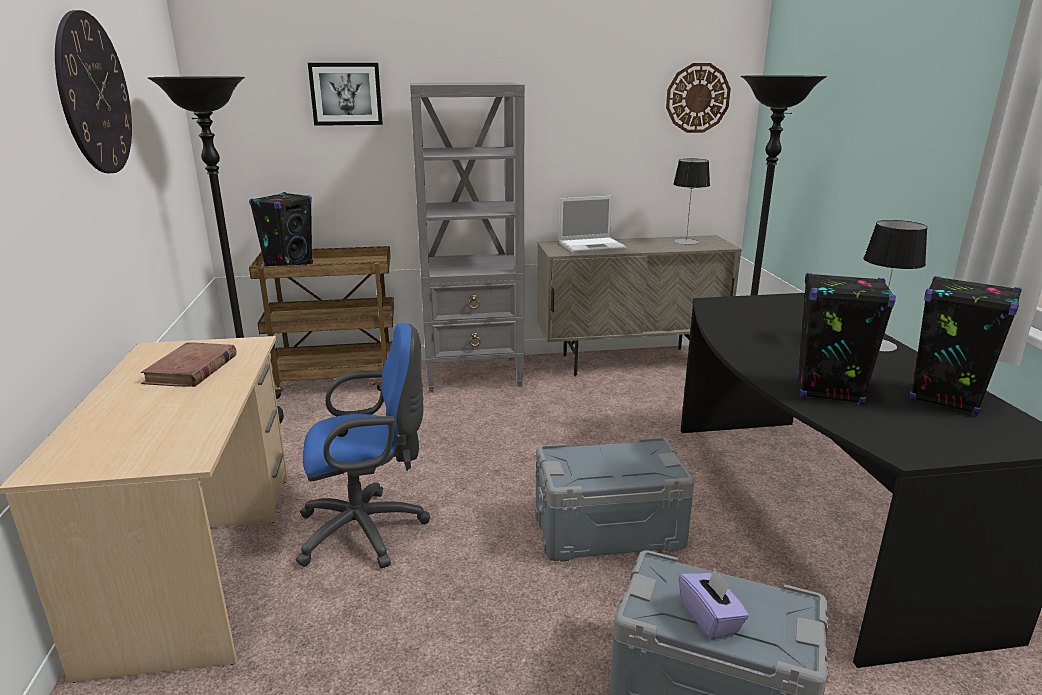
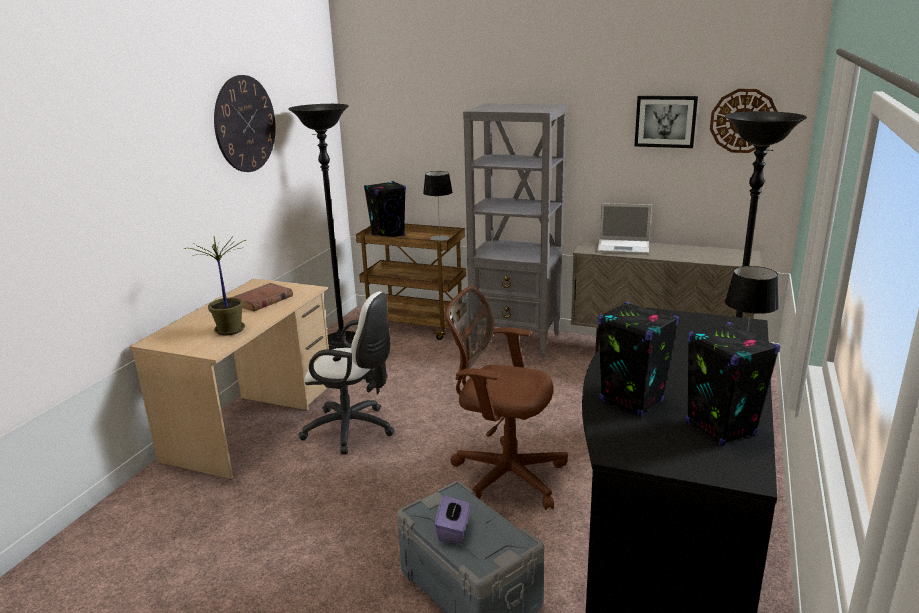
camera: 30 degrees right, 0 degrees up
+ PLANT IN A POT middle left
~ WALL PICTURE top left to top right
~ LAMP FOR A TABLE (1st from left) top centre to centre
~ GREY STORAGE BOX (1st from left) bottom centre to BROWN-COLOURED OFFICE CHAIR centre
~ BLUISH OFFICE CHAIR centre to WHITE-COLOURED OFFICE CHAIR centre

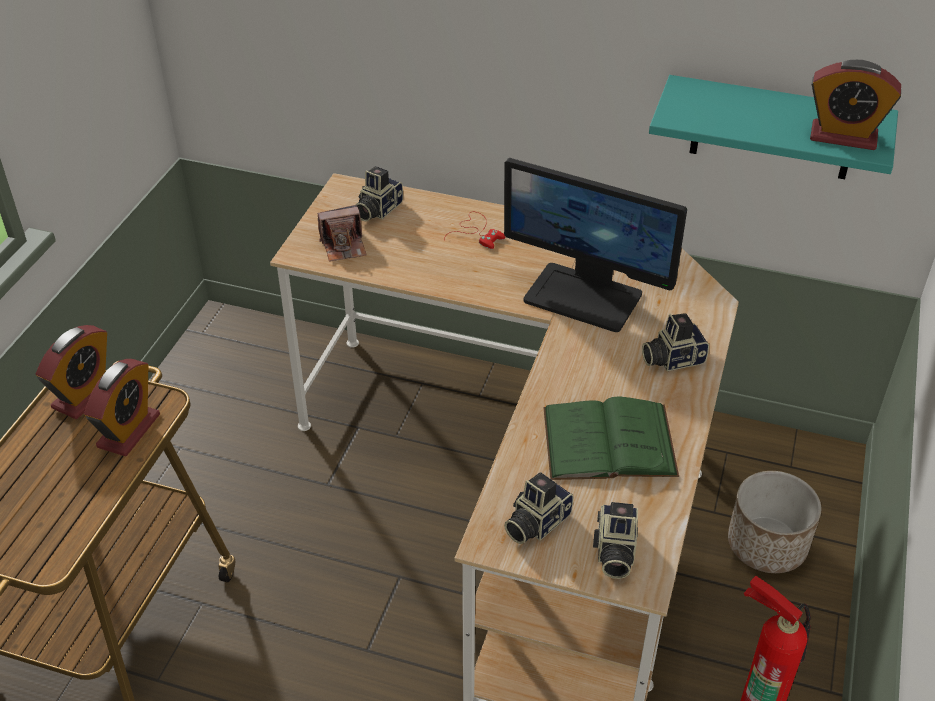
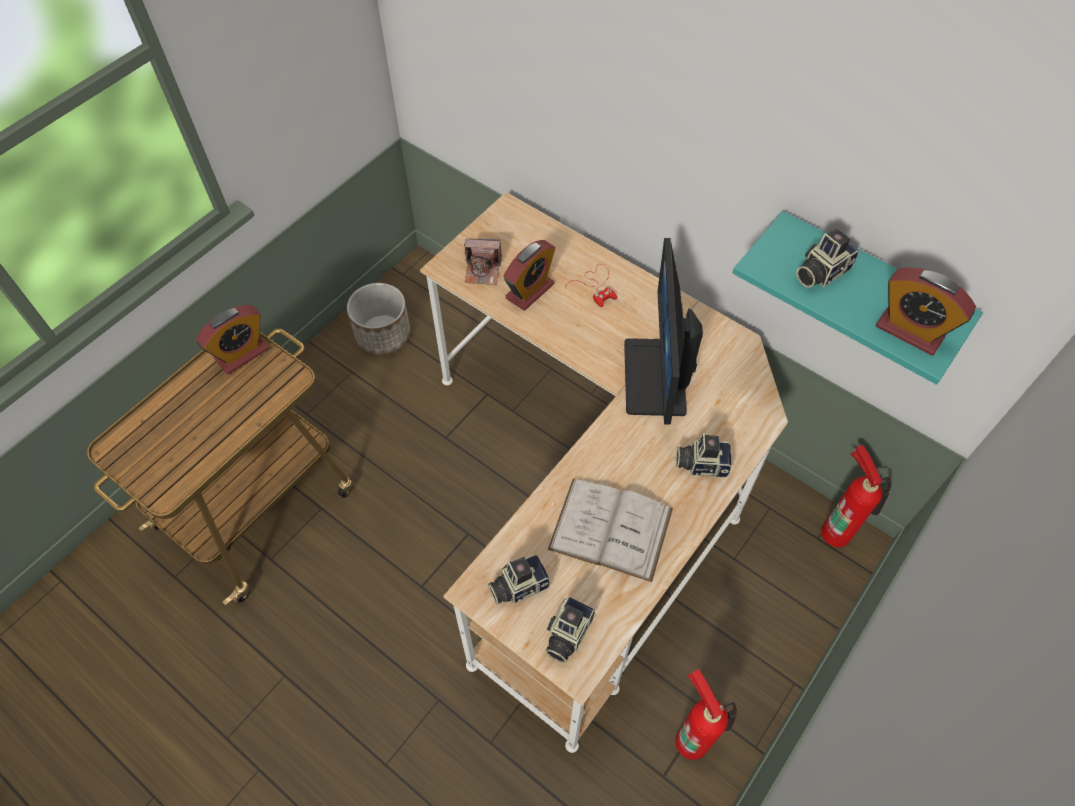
camera: 20 degrees right, 15 degrees up
+ FIRE EXTINGUISHER (2nd from left) middle right
~ BEDSIDE CLOCK (2nd from left) middle left to centre
~ STILL CAMERA (2nd from left in the first image) top centre to STILL CAMERA (5th from left) top right
~ PLANT POT bottom right to centre
~ GREEN VOLUME centre to WHITE-COLOURED VOLUME centre
~ COMPUTER SCREEN centre = centre 45 degrees clockwise

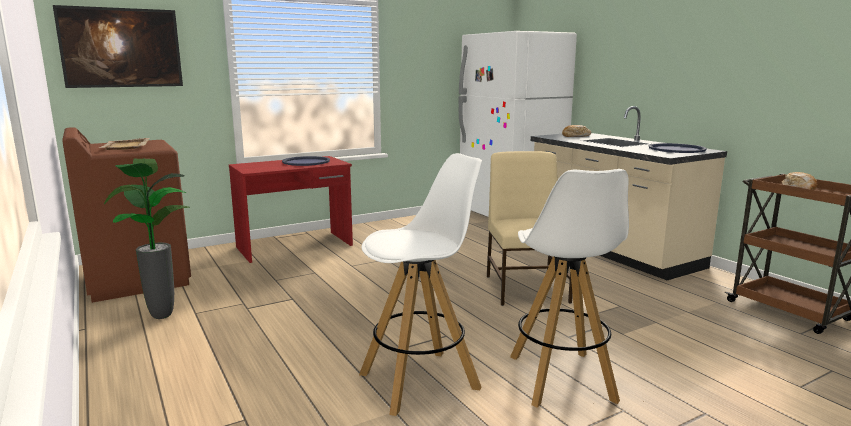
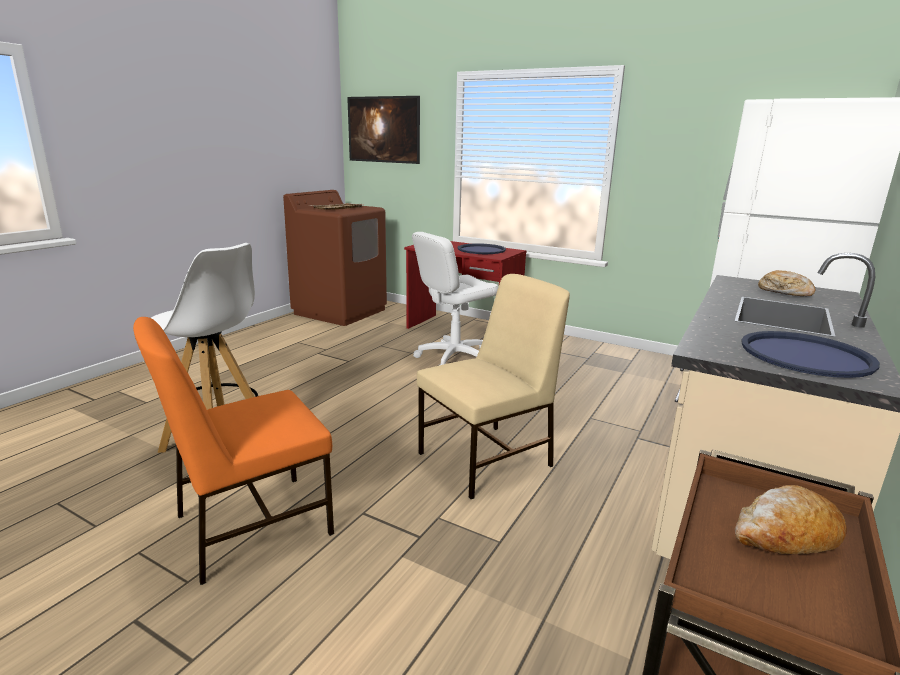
camera: 60 degrees right, 5 degrees up
- PLANT IN A POT middle left
+ WHITE-COLOURED OFFICE CHAIR centre
~ WHITE-COLOURED SITTING STOOL (2nd from left) bottom right to ORANGE-COLOURED PLAIN CHAIR bottom left

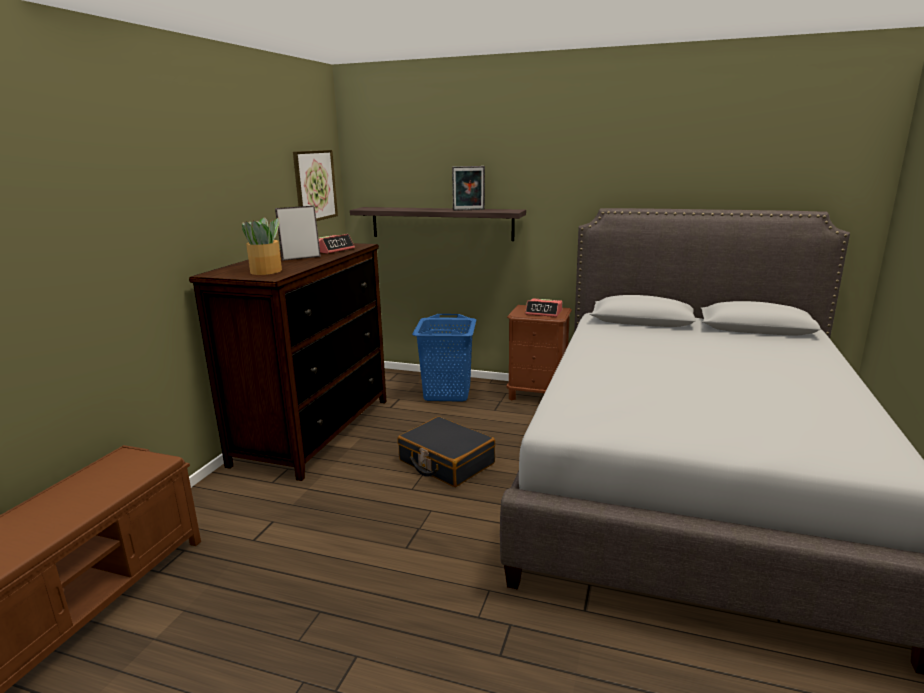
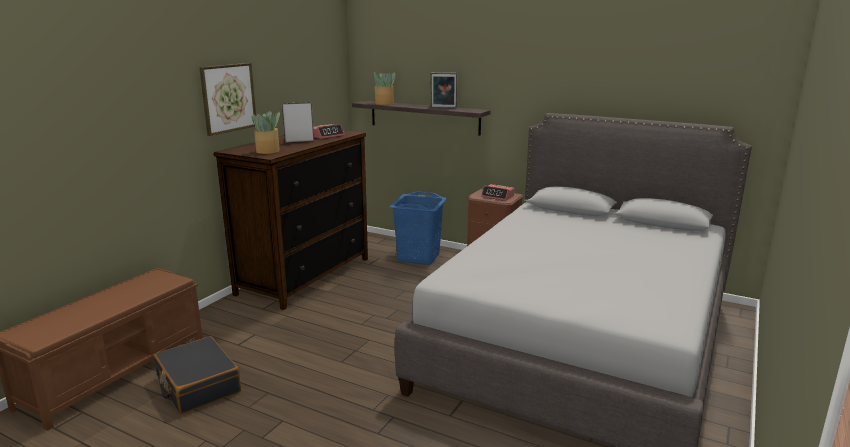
camera: 10 degrees right, 0 degrees up
+ PLANT IN A POT (2nd from left) top centre
~ WALL PICTURE top centre to top left
~ BLACK PIECE OF LUGGAGE centre to bottom left

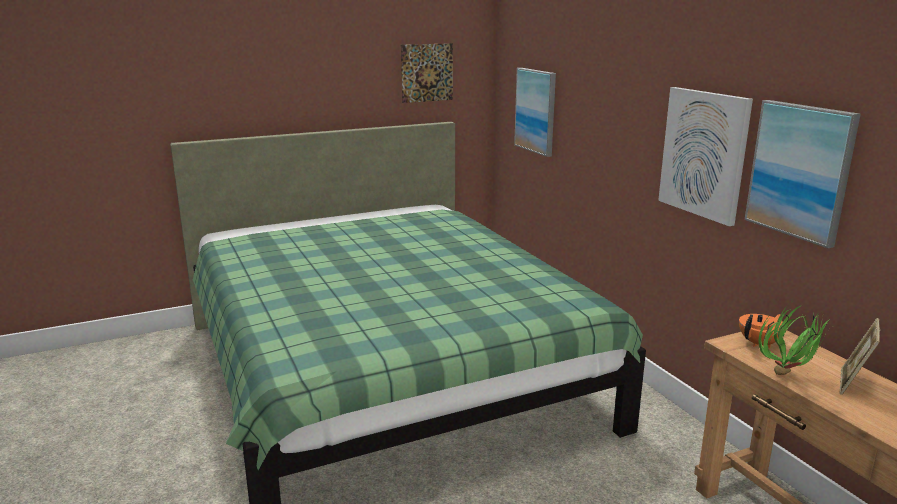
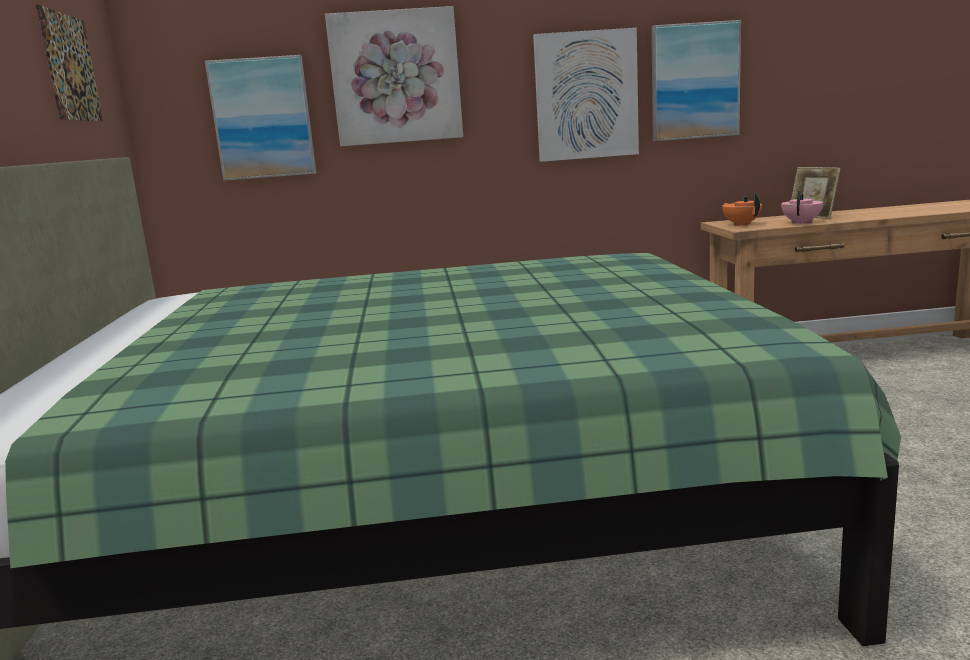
camera: 70 degrees left, 5 degrees down
+ WALL PICTURE (3rd from left) top centre
~ PLANT IN A POT bottom right to PINKISH TEAPOT top right

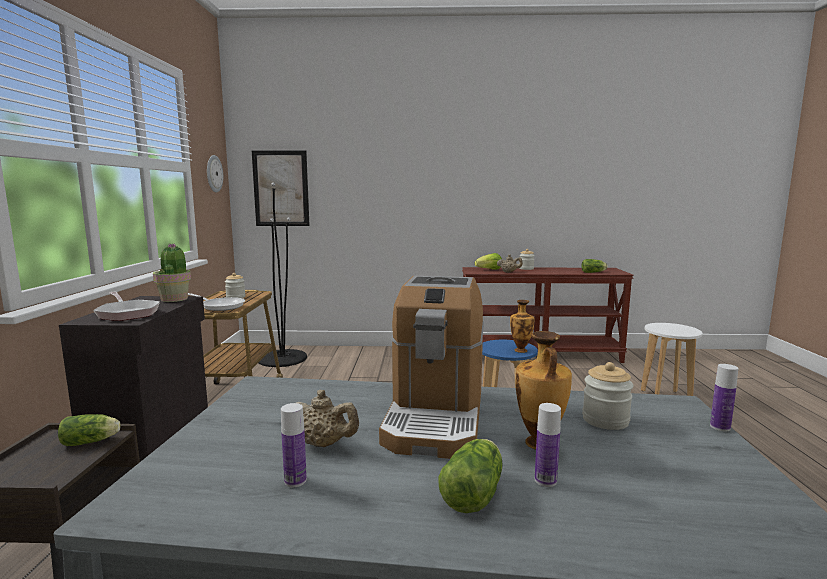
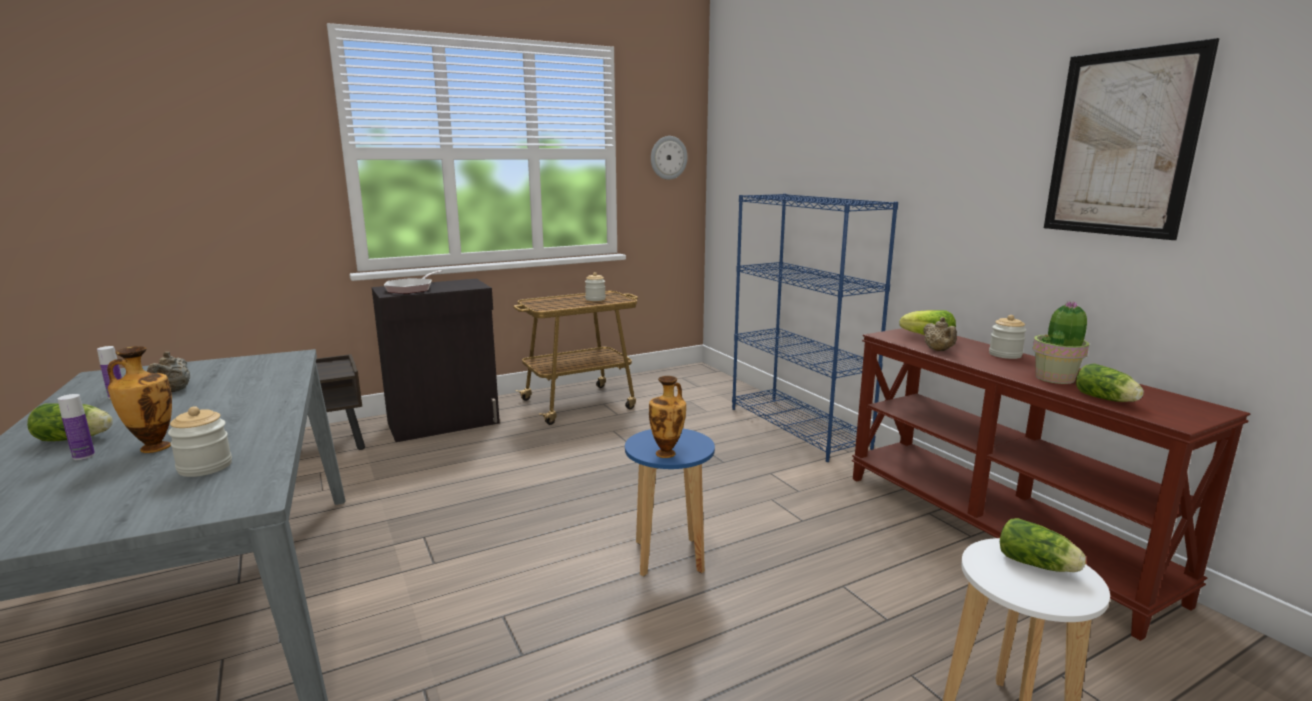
camera: 60 degrees right, 5 degrees up
- SKILLET (2nd from left) middle left
- BLACK FLOOR LAMP centre
- COFFEE MACHINE centre
- BEVERAGE BOTTLE (3rd from left) bottom right
+ BLUISH BOOKCASE centre
~ LETTUCE HEAD (1st from left in the first image) bottom left to LETTUCE HEAD (3rd from left) bottom right
~ PLANT IN A POT middle left to middle right
~ WALL PICTURE top centre to top right

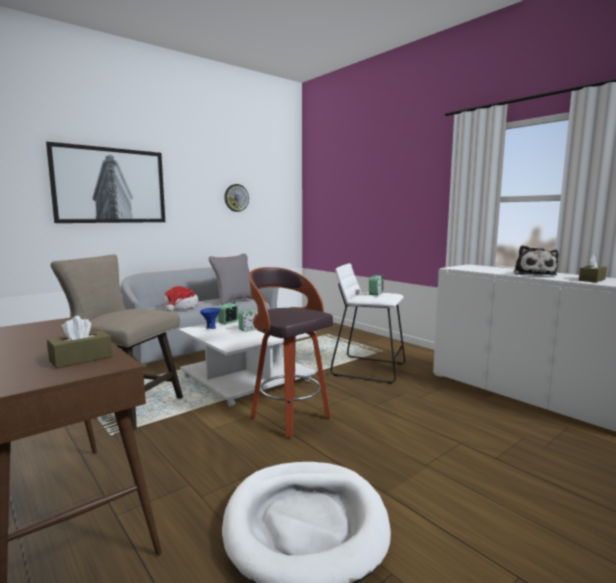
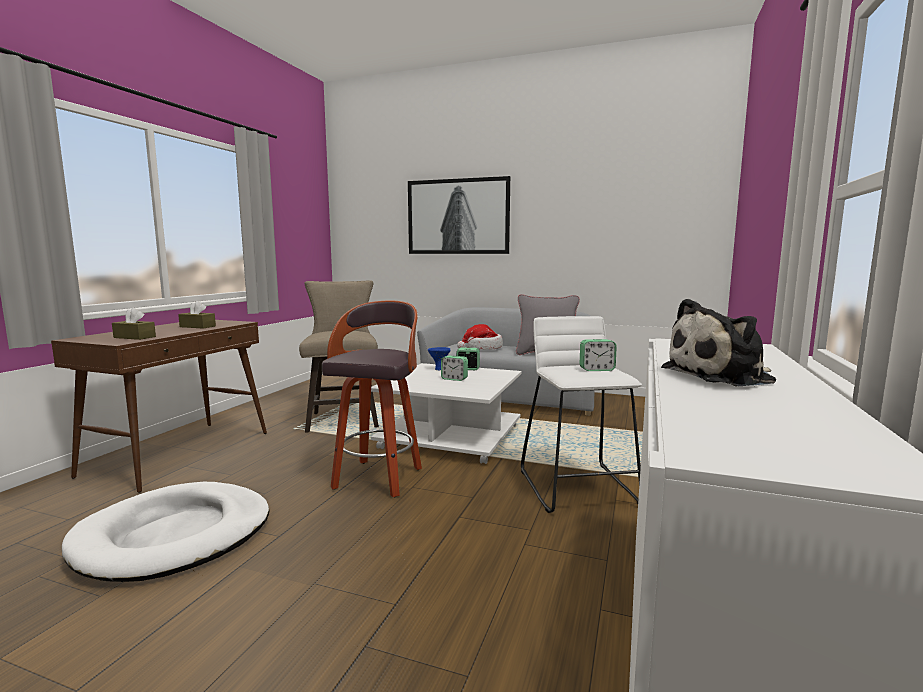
camera: 60 degrees right, 0 degrees up
- CLOCK ON THE WALL centre
~ BROWN-COLOURED TISSUE BOX (2nd from left) middle right to middle left

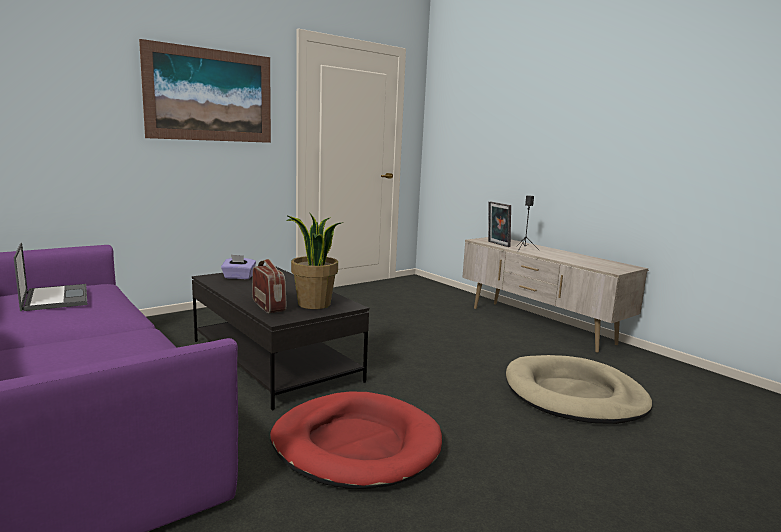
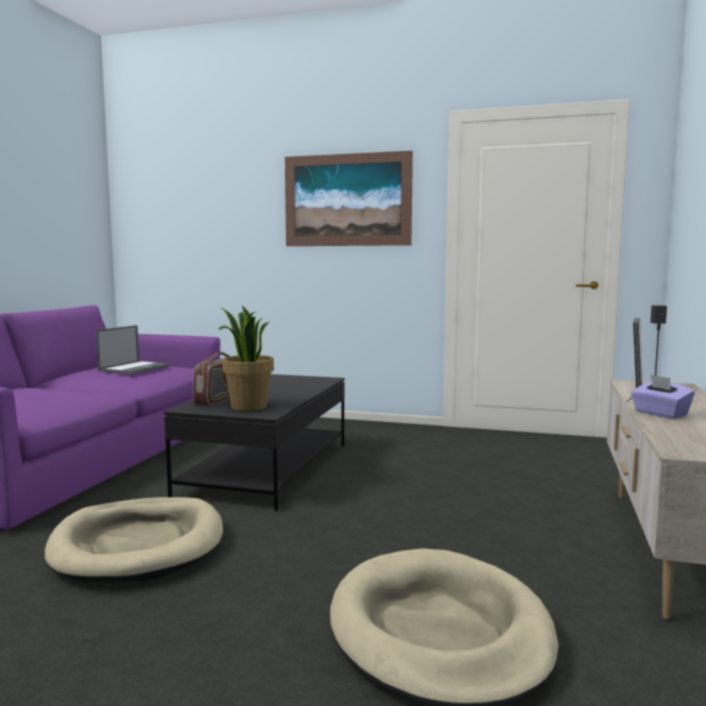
camera: 55 degrees right, 5 degrees down
~ PURPLISH TISSUE BOX middle left to middle right
~ RED PET BED bottom centre to SAND-COLOURED PET BED (1st from left) bottom left

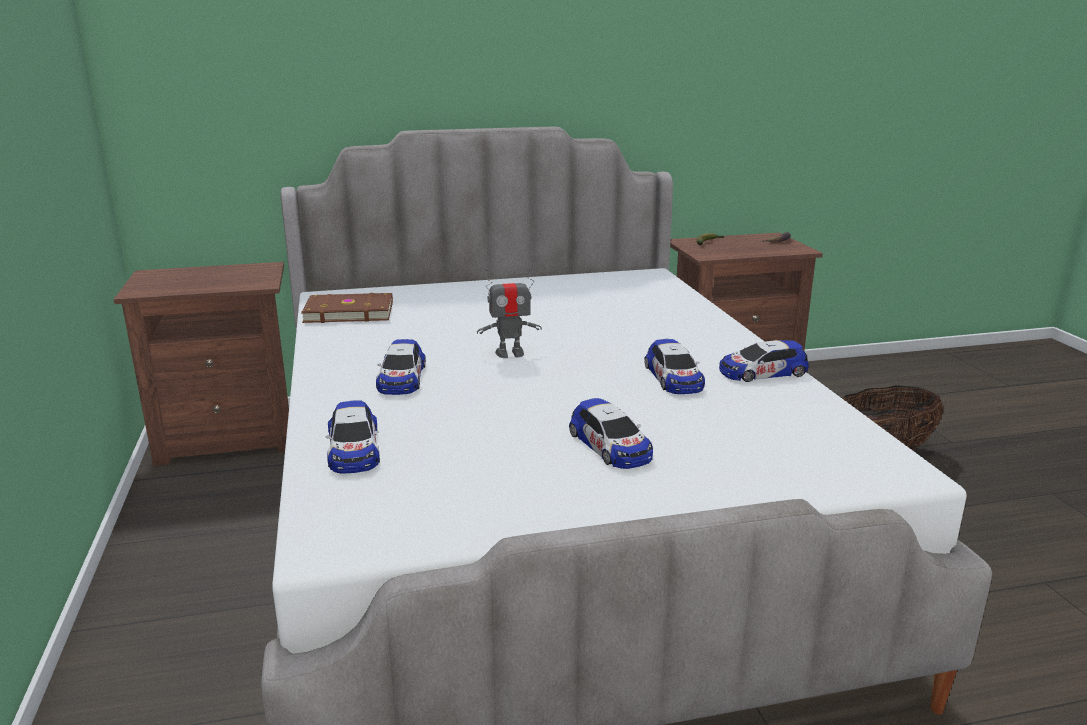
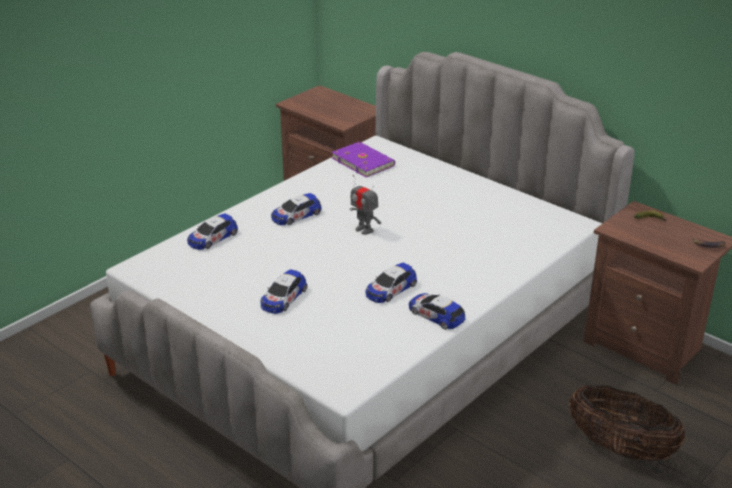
camera: 55 degrees right, 10 degrees up
~ BROWN-COLOURED VOLUME middle left to PURPLISH VOLUME top centre

